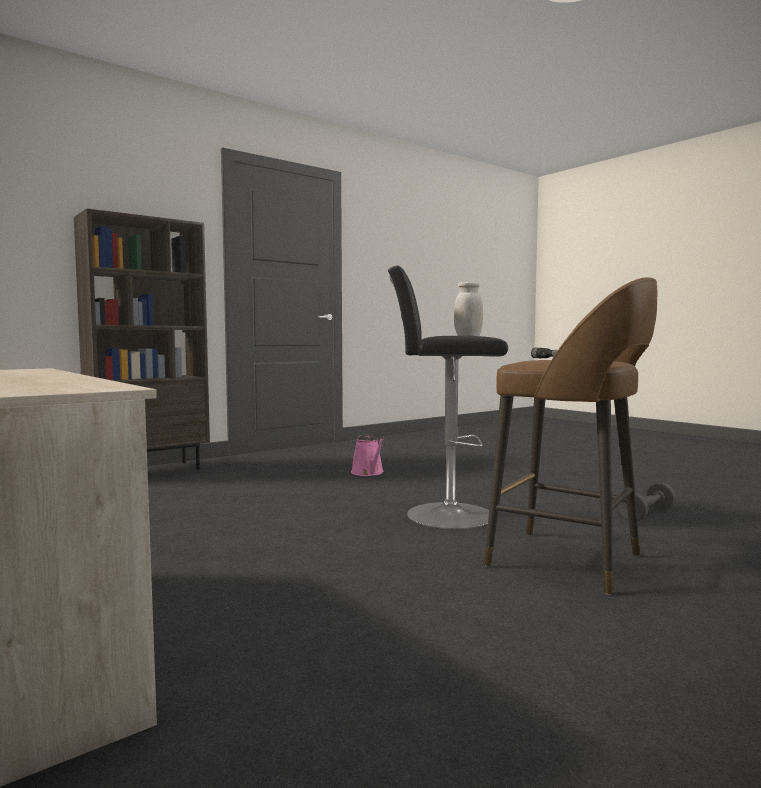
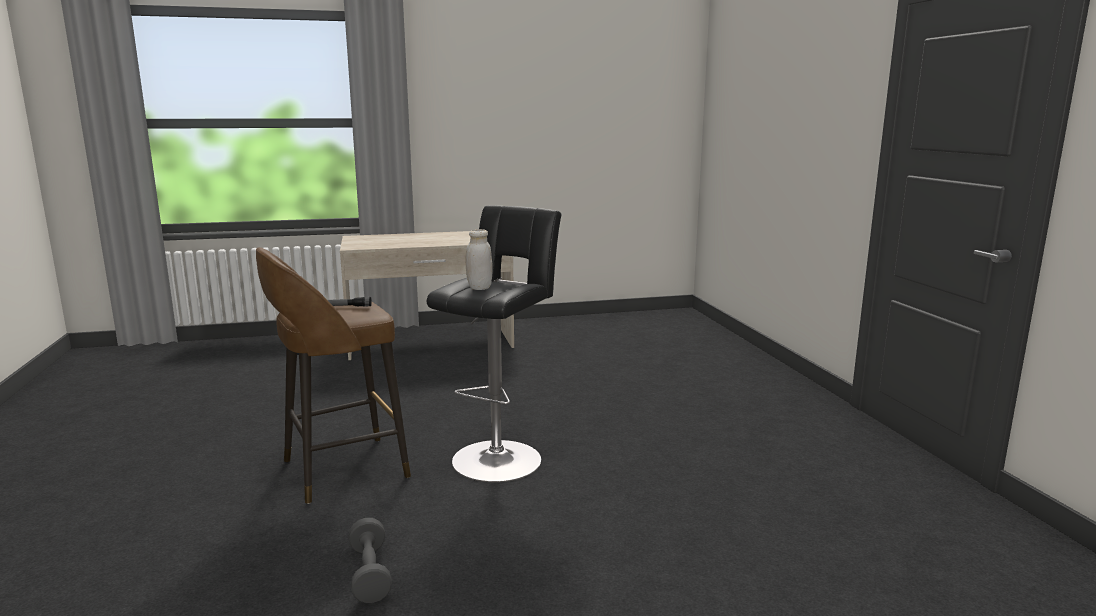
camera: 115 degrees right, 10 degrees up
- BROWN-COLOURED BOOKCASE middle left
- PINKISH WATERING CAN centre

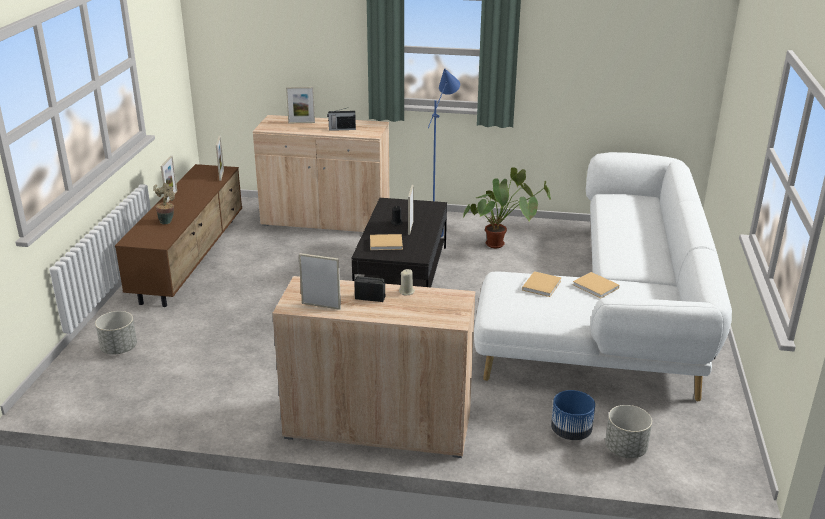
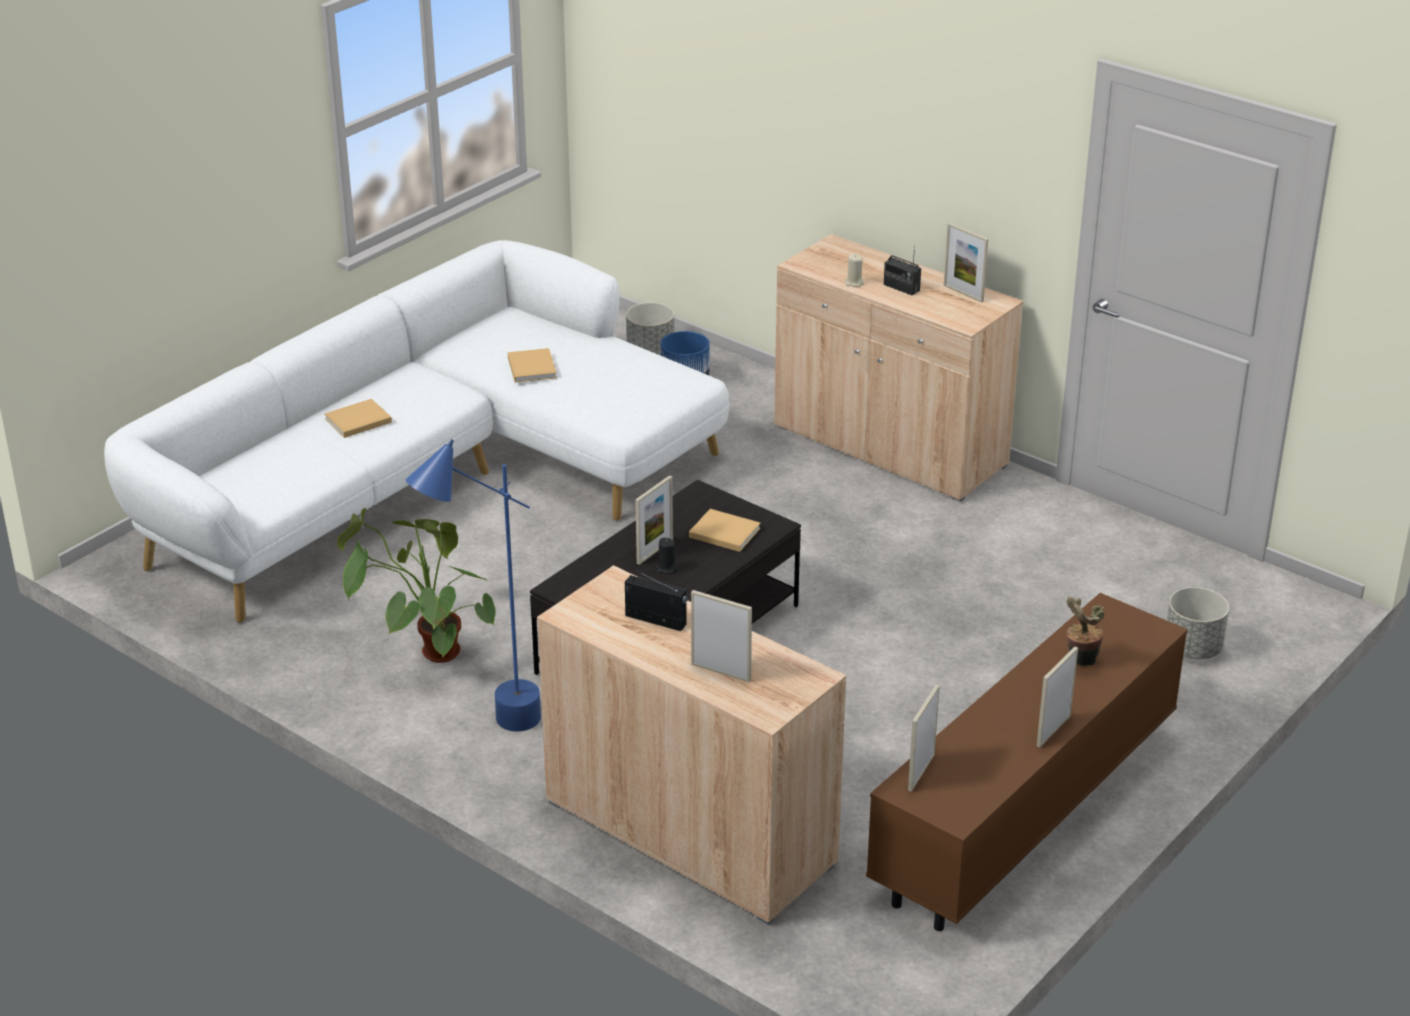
camera: 150 degrees left, 5 degrees up
~ SAND-COLOURED VOLUME (2nd from left in the first image) centre to SAND-COLOURED VOLUME (1st from left) middle left

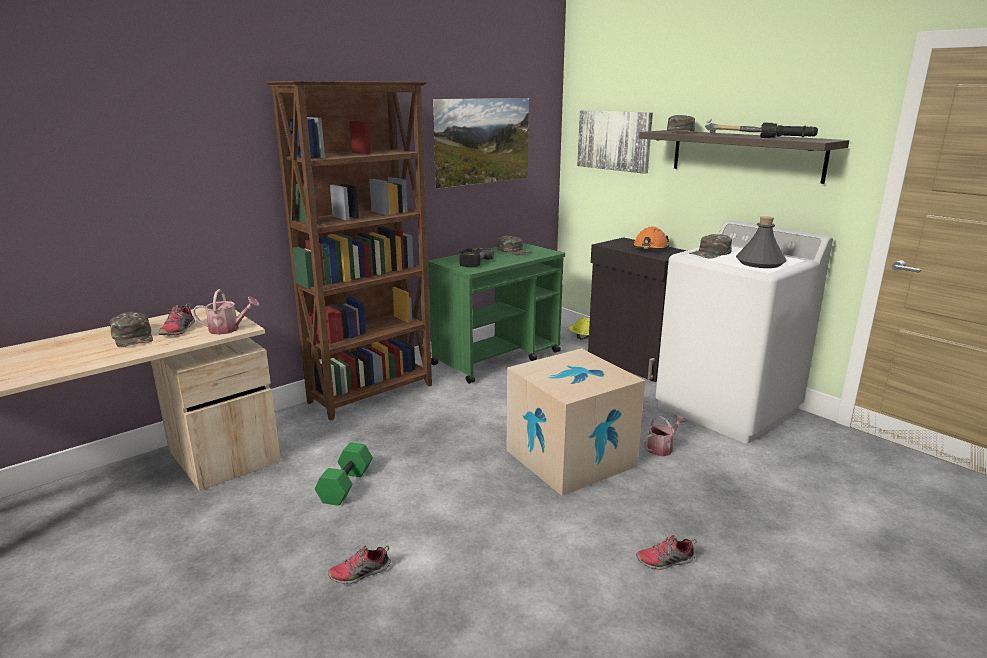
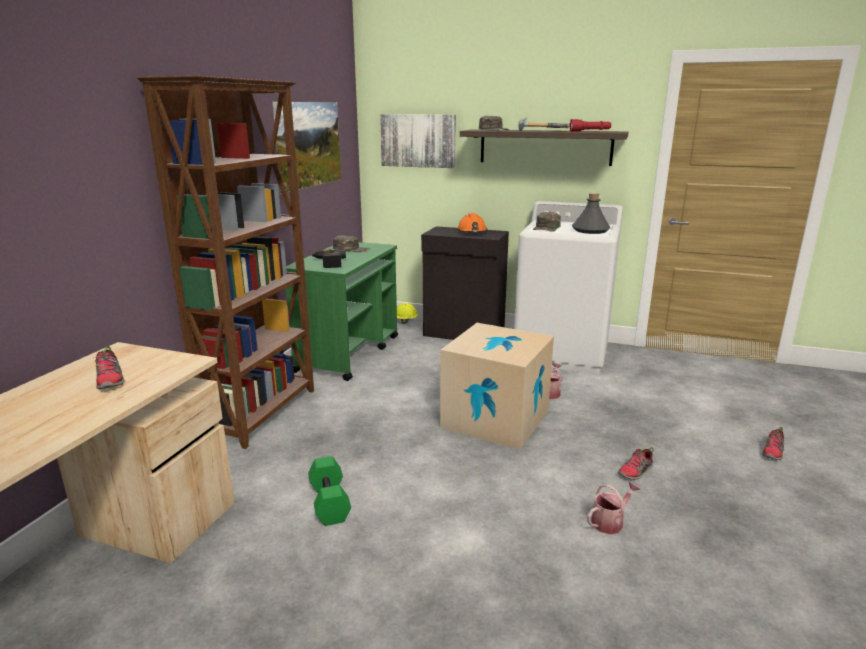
camera: 30 degrees left, 0 degrees up
- GREEN CAP (1st from left) middle left
~ WATERING CAN (1st from left in the first image) middle left to WATERING CAN (2nd from left) bottom right
~ ITEM OF FOOTWEAR (2nd from left in the first image) bottom centre to ITEM OF FOOTWEAR (3rd from left) bottom right
~ BLACK TORCH top right to RED TORCH top right

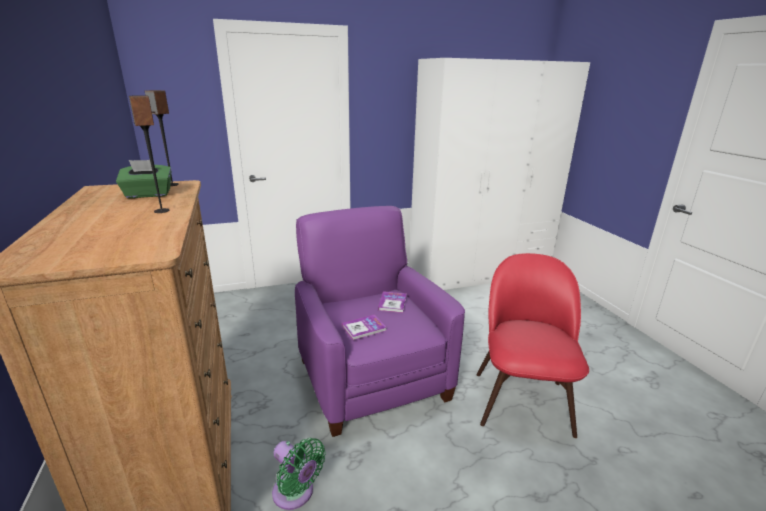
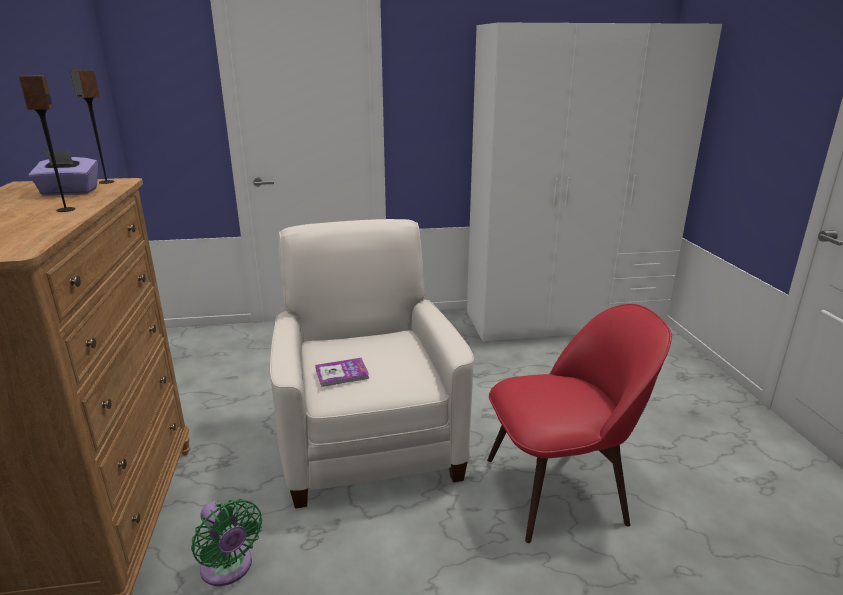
camera: 10 degrees right, 0 degrees up
- VOLUME (2nd from left) centre
~ GREEN TISSUE BOX middle left to PURPLISH TISSUE BOX top left
~ PURPLISH EASY CHAIR centre to WHITE-COLOURED EASY CHAIR centre
~ RED PLAIN CHAIR bottom right = bottom right 60 degrees clockwise

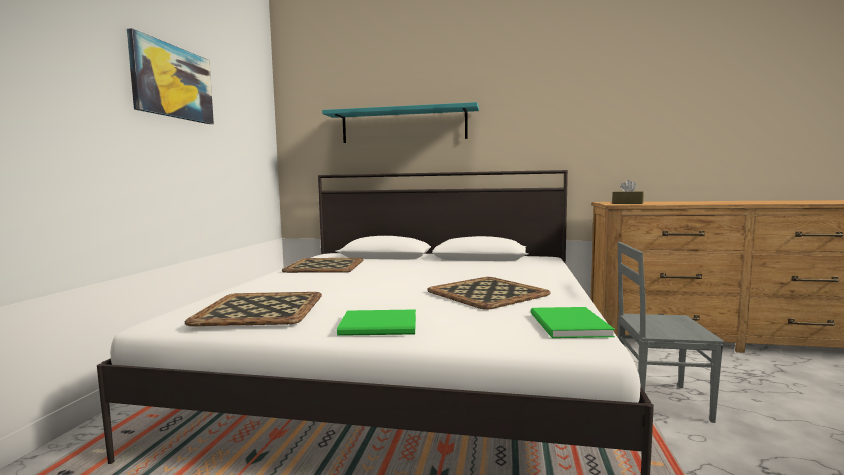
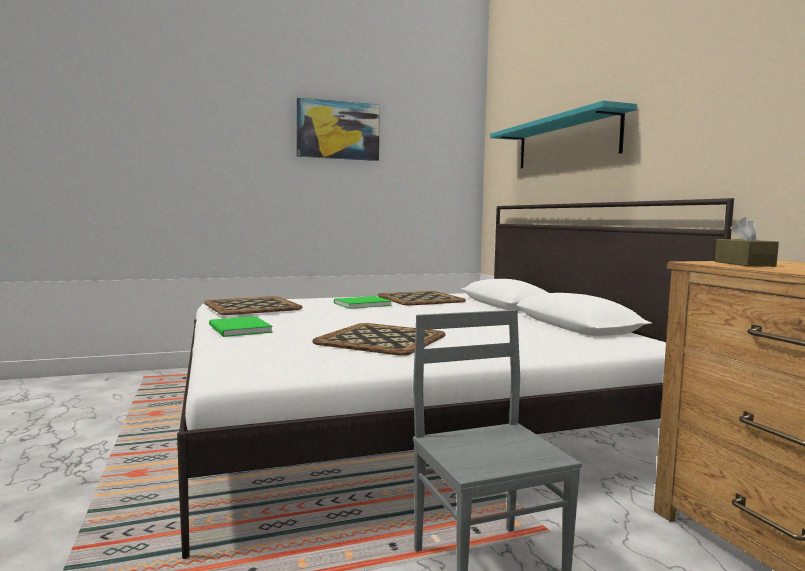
camera: 60 degrees right, 0 degrees up
~ GREEN VOLUME (2nd from left) bottom right to centre

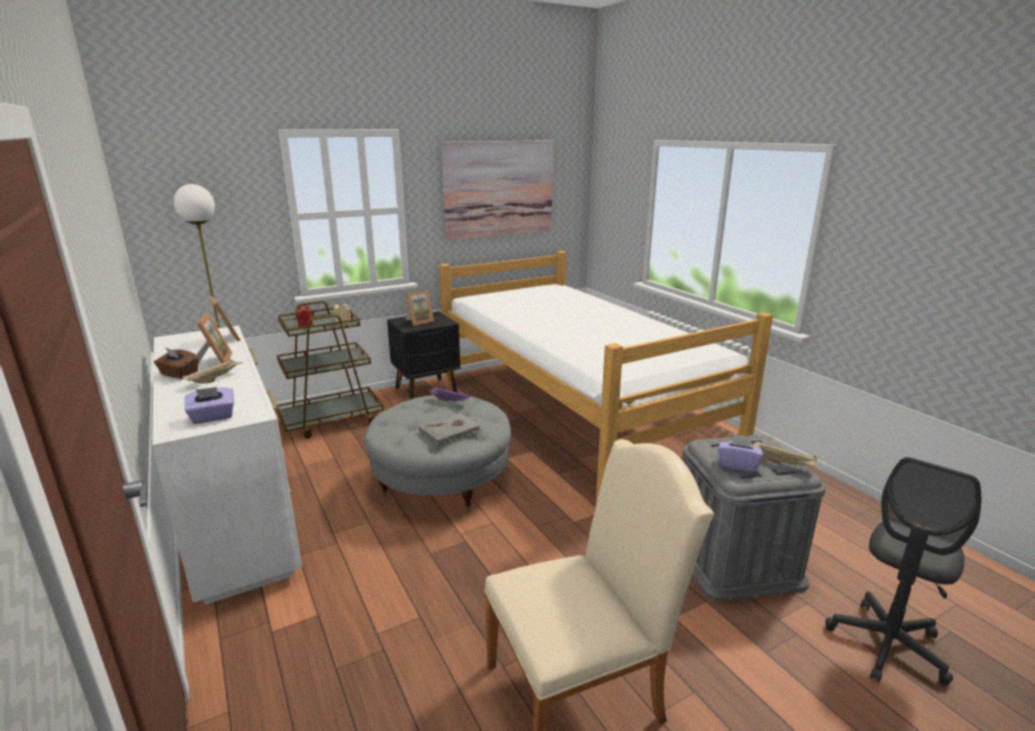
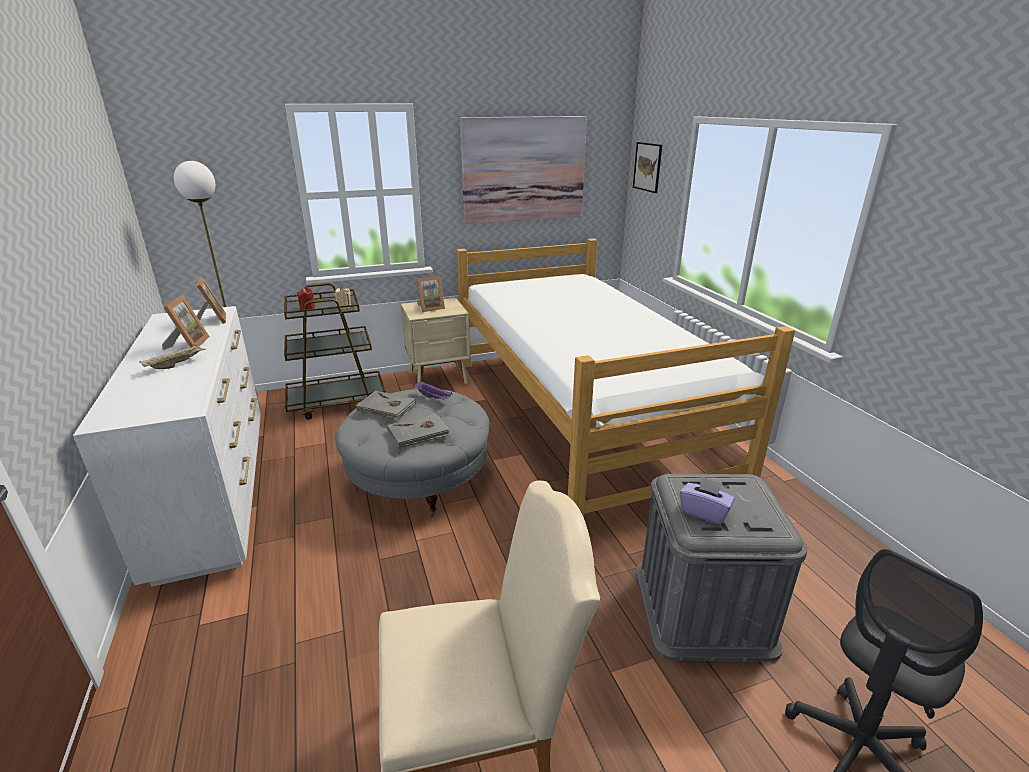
camera: 10 degrees right, 5 degrees up
- BROWN-COLOURED TISSUE BOX middle left
- PURPLISH TISSUE BOX (1st from left) middle left
- SAND-COLOURED SERVING TRAY (2nd from left) middle right
+ GREY VOLUME (1st from left) centre
+ WALL PICTURE (2nd from left) top centre
~ BLACK BEDSIDE TABLE centre to SAND-COLOURED BEDSIDE TABLE centre

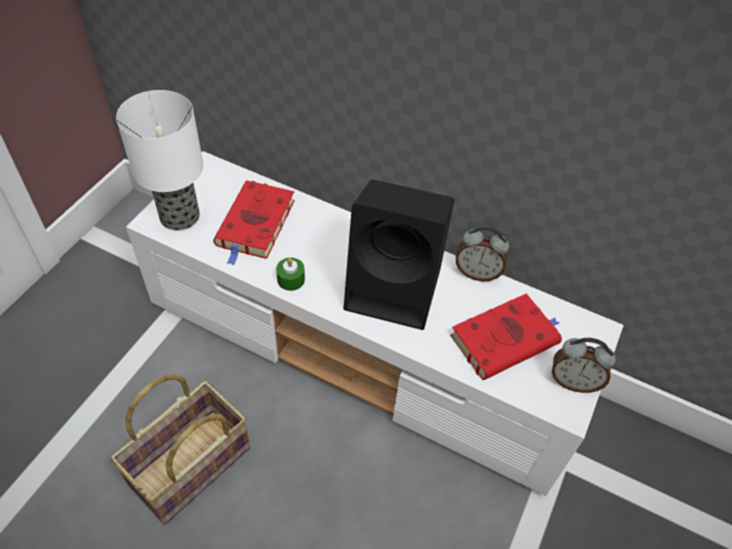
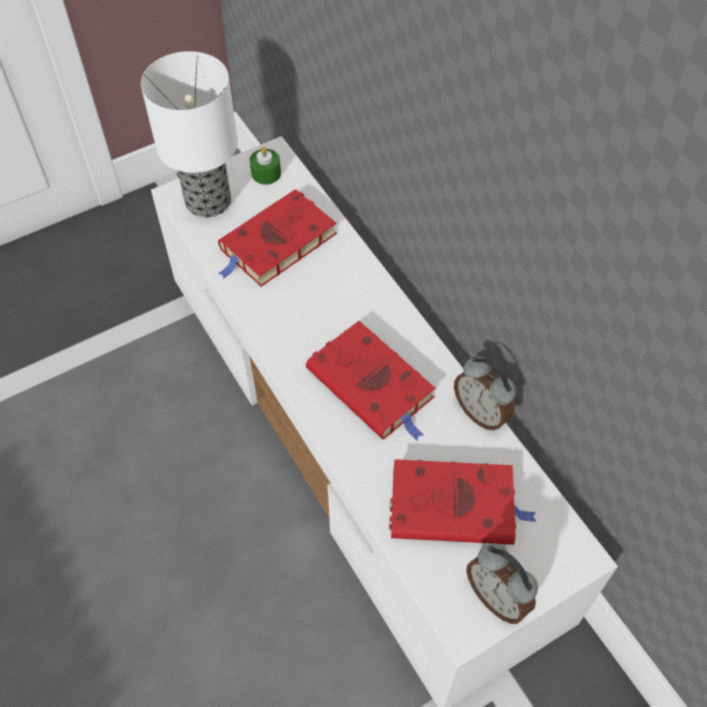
camera: 35 degrees right, 5 degrees up
- BASKET bottom left
~ GREEN CANDLE centre to top centre
~ BLACK SPEAKER centre to RED VOLUME (2nd from left) centre

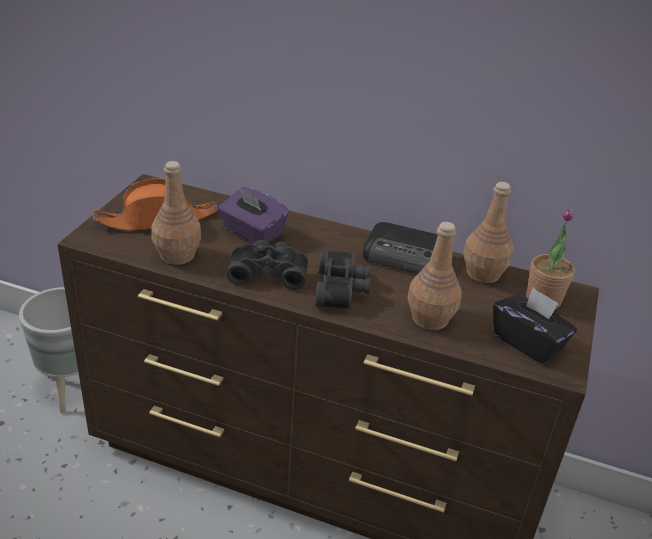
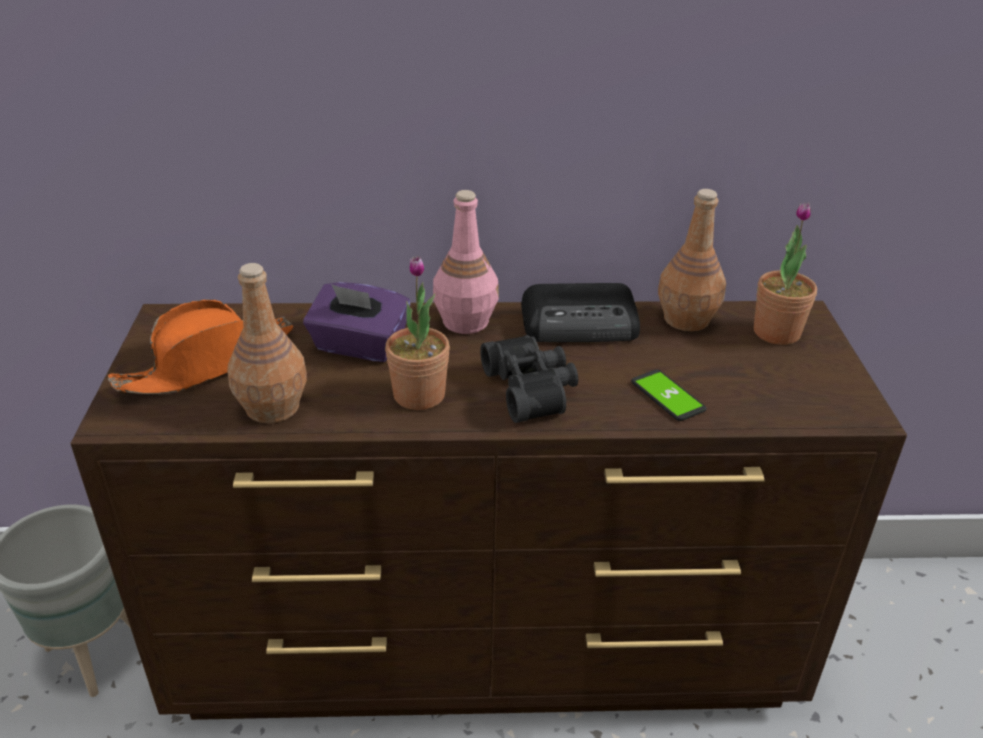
camera: 20 degrees left, 0 degrees up
- BLACK TISSUE BOX middle right
+ PINKISH BEVERAGE BOTTLE centre
~ BLACK PAIR OF BINOCULARS (1st from left) centre to PLANT IN A POT (1st from left) centre
~ BROWN-COLOURED BEVERAGE BOTTLE (2nd from left) centre to HANDSET middle right

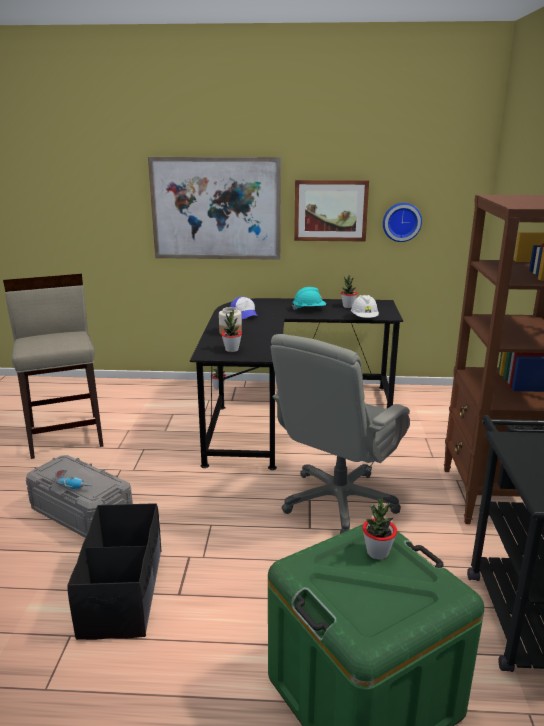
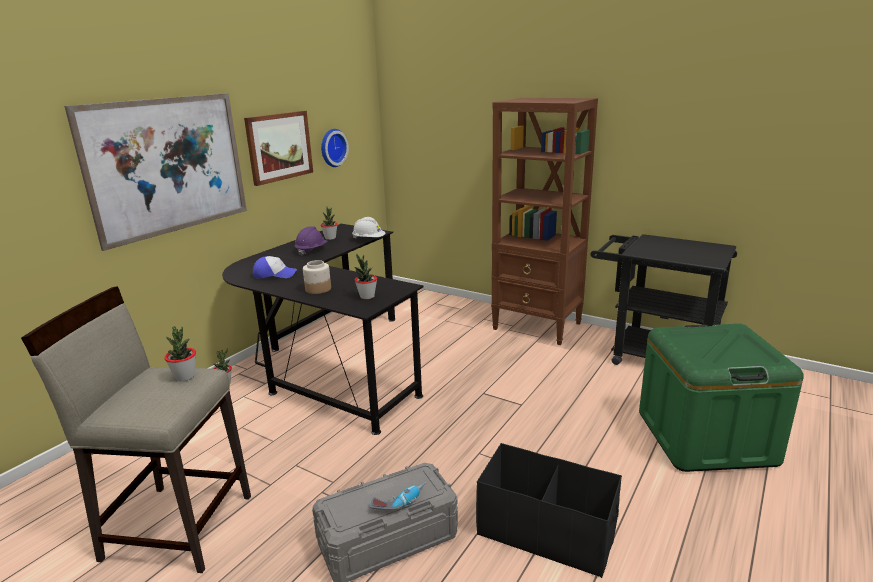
camera: 60 degrees left, 0 degrees up
- GREY OFFICE CHAIR centre
~ PLANT IN A POT (4th from left in the first image) bottom right to PLANT IN A POT (1st from left) middle left
~ TURQUOISE WORK HELMET centre to PURPLISH WORK HELMET centre

